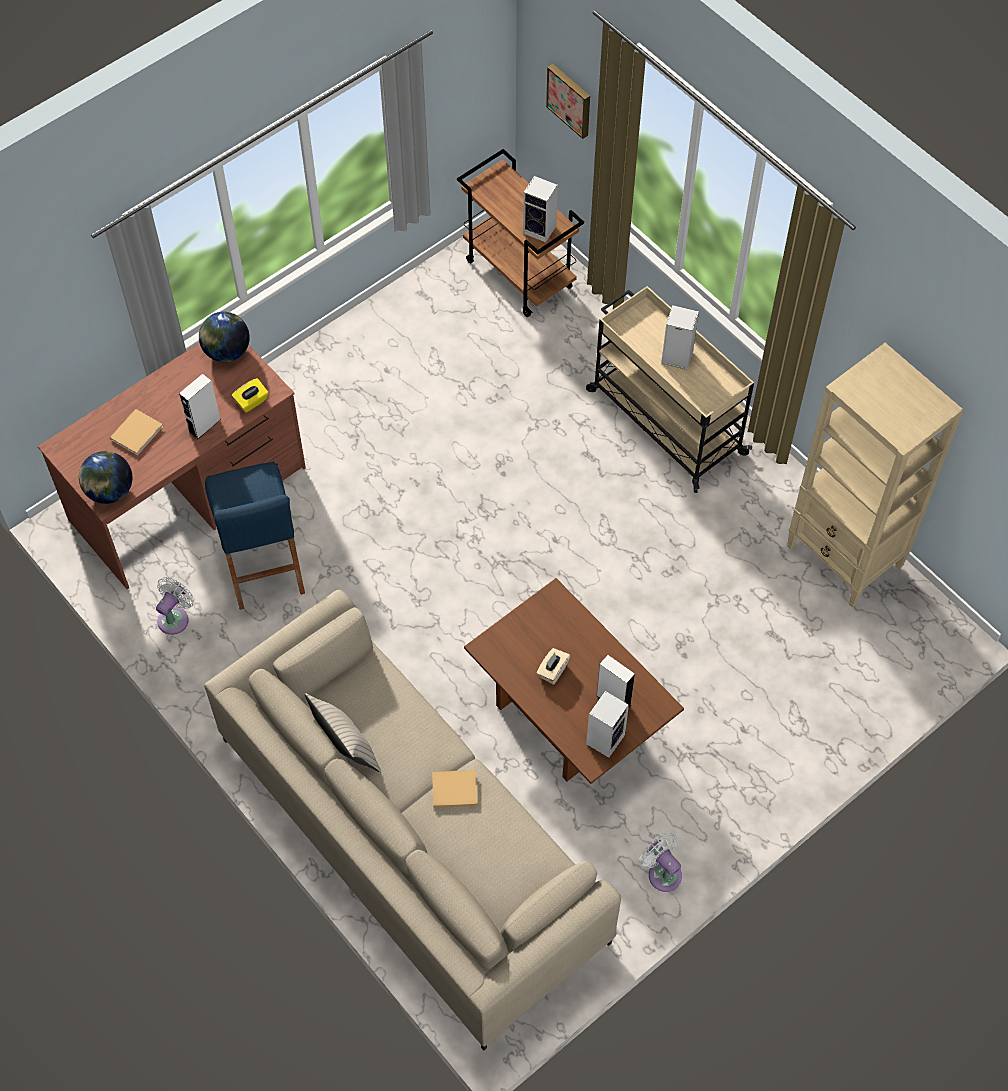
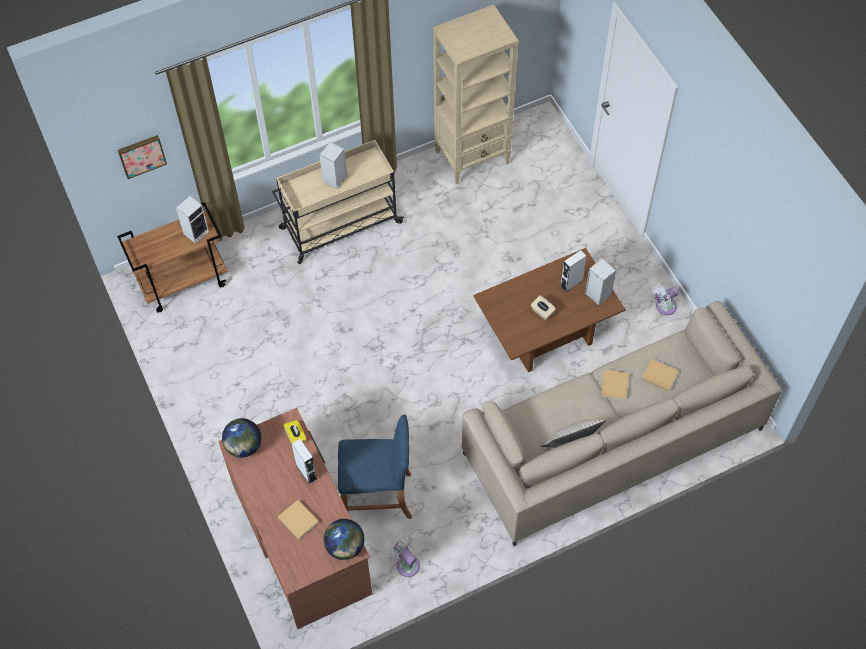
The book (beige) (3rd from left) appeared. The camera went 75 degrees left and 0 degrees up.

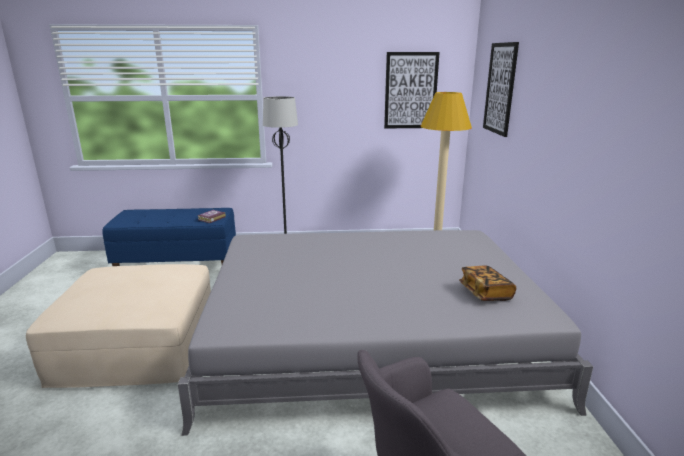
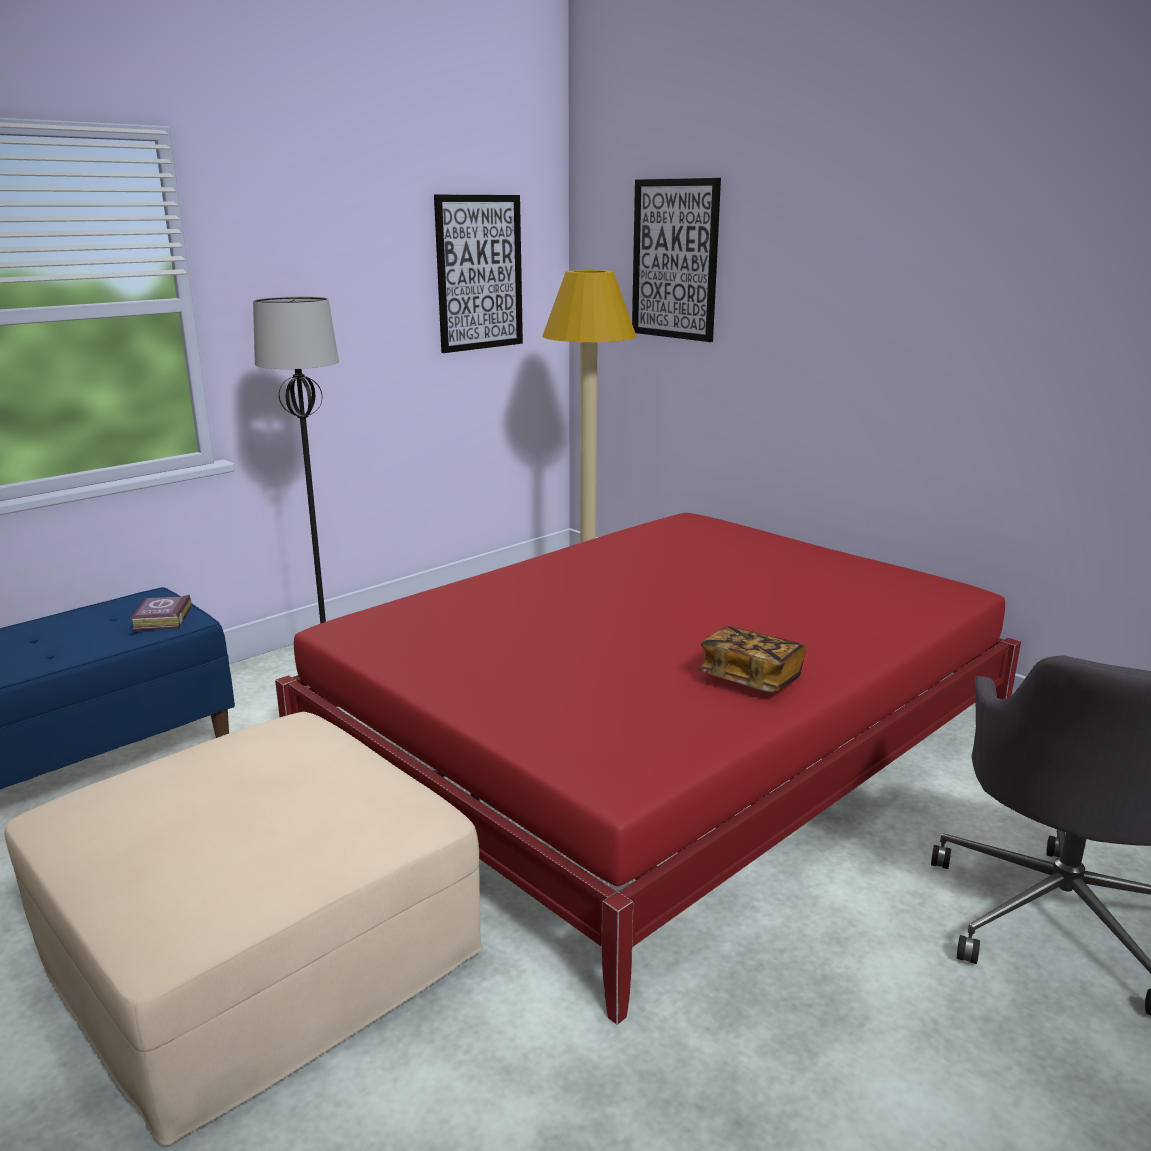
The bed (grey) became the bed (red). The book (2nd from left) moved. The camera went 40 degrees left and 0 degrees up.

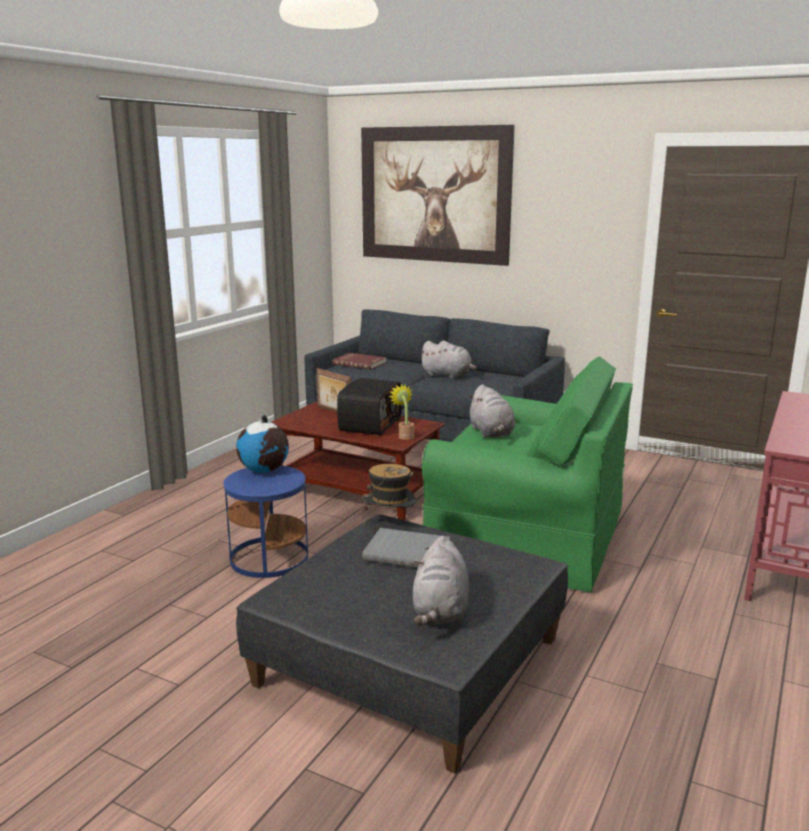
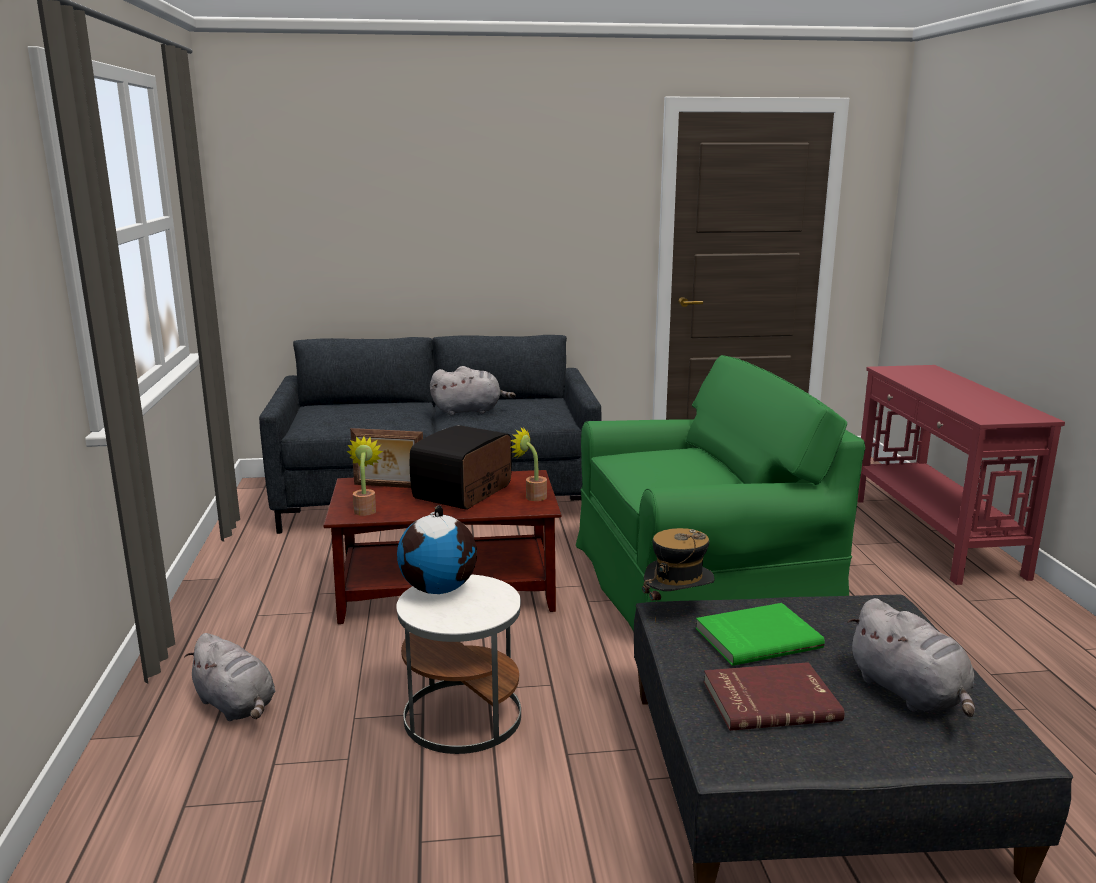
The picture disappeared. The book (red) moved. The radio turned 135 degrees counterclockwise. The plush toy (grey) (3rd from left in the first image) moved. The side table (blue) became the side table (white). The book (grey) became the book (green). The potted plant (1st from left) appeared. The camera went 35 degrees left and 0 degrees up.

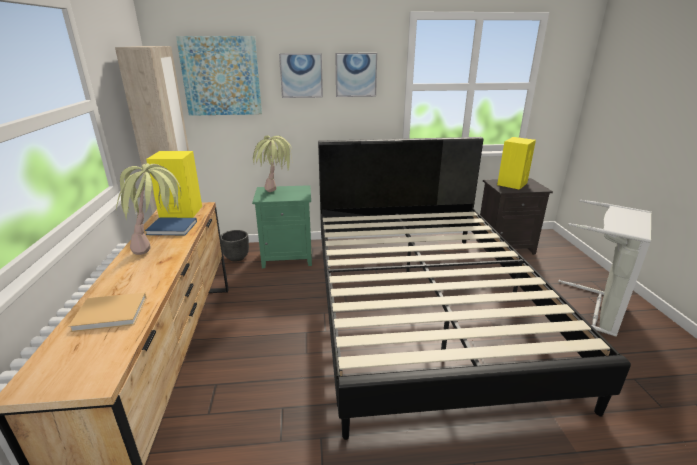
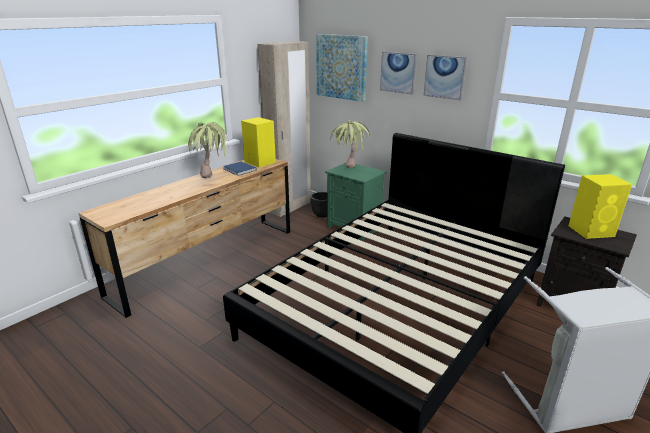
The book (beige) disappeared. The camera went 45 degrees right and 0 degrees up.

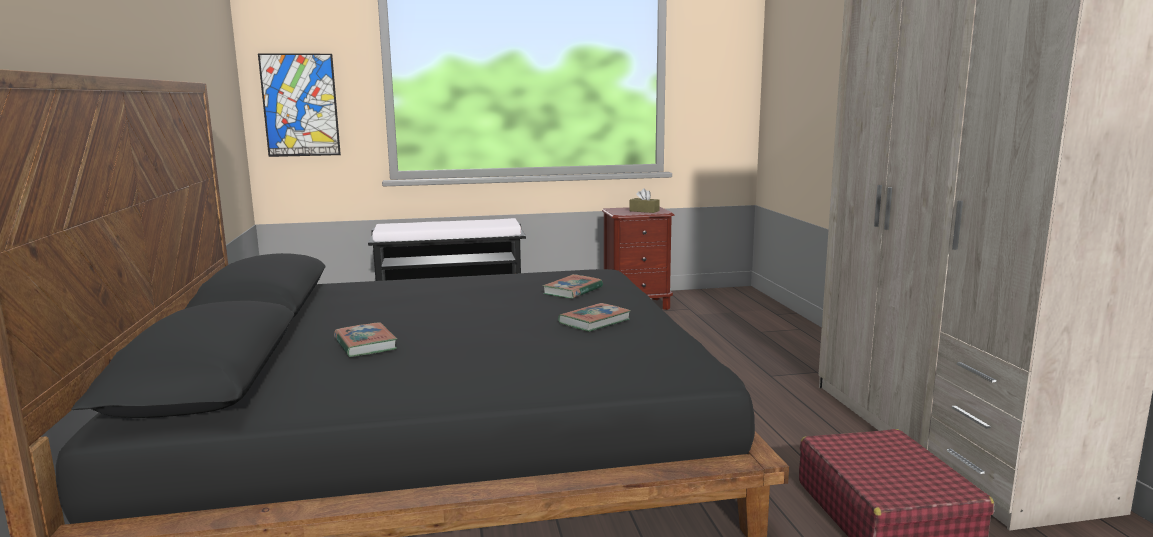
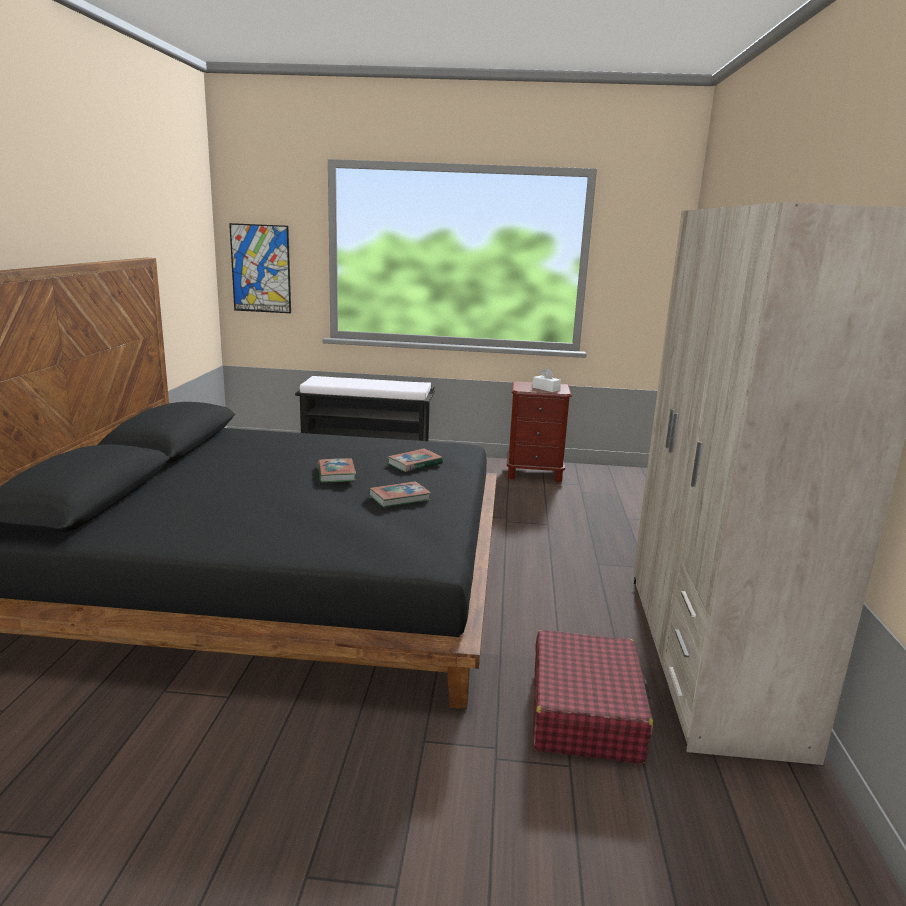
The tissue box (brown) became the tissue box (white). The book (1st from left) moved. The camera went 15 degrees right and 5 degrees up.

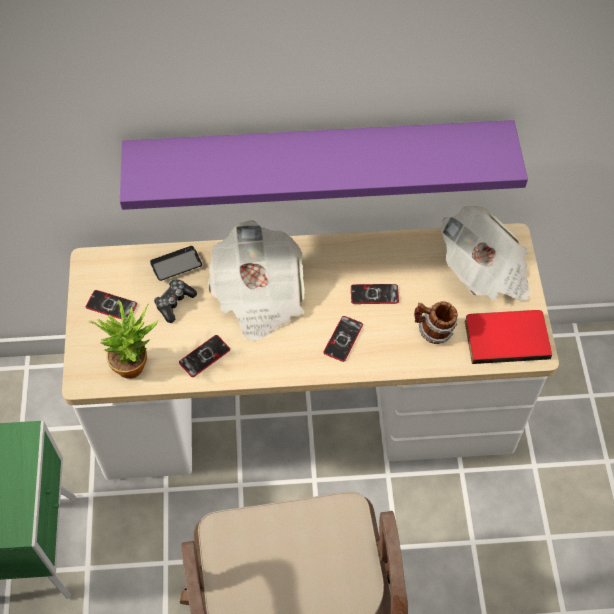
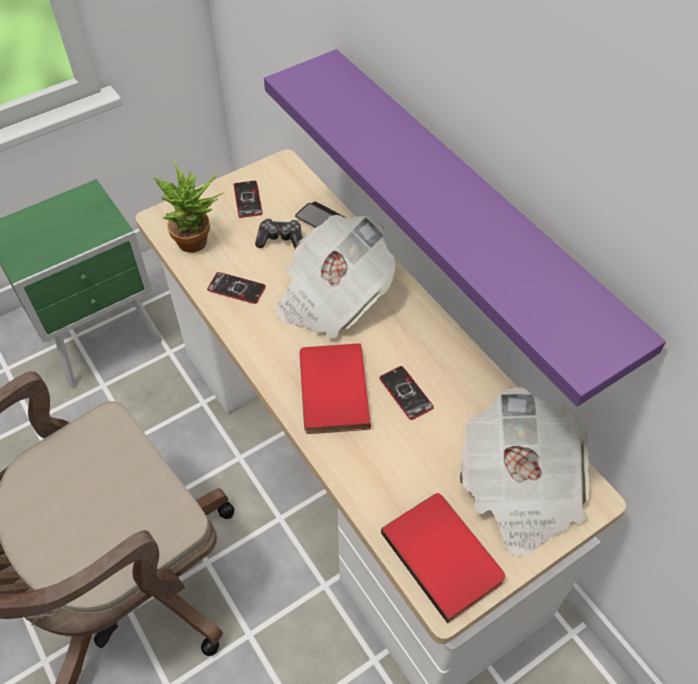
The mug disappeared. The phone (4th from left) was replaced by the book (red) (1st from left). The camera went 60 degrees right and 5 degrees down.

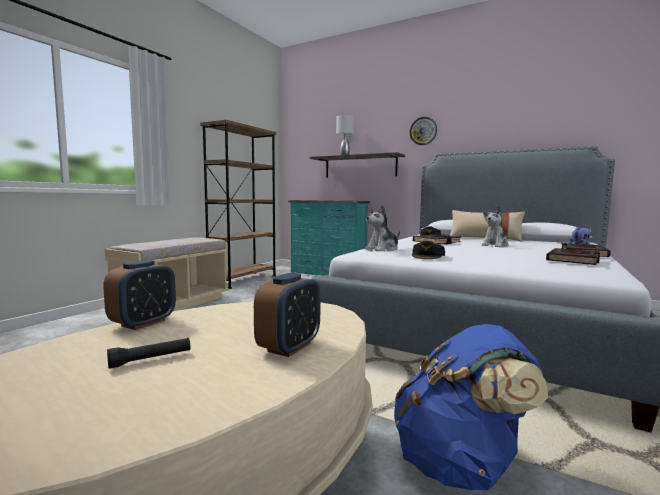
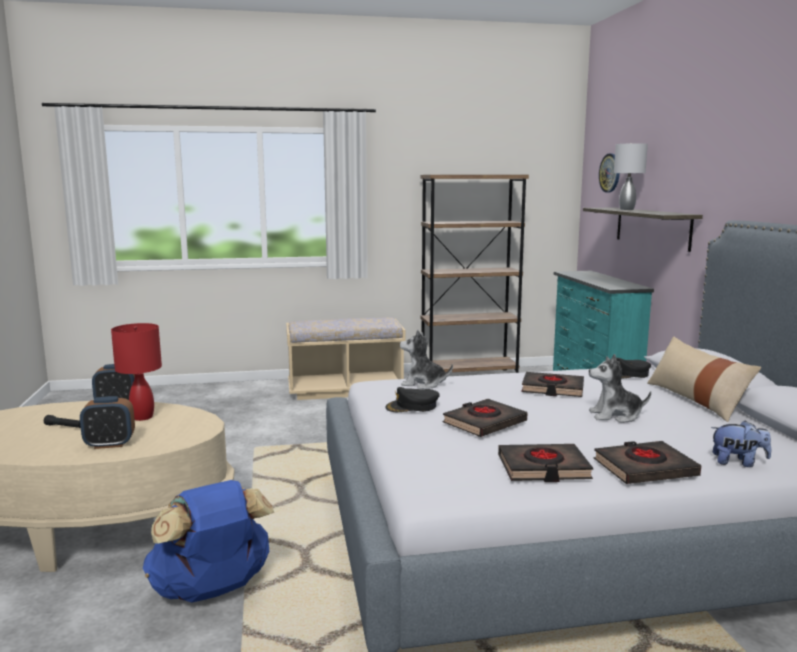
The wall clock moved. The table lamp (red) appeared. The book (black) (1st from left) appeared. The camera went 50 degrees right and 5 degrees up.

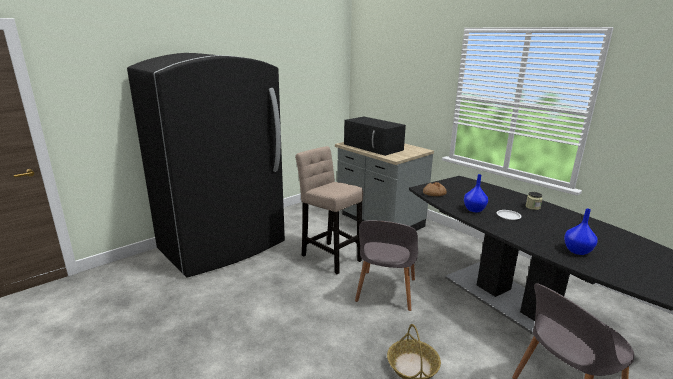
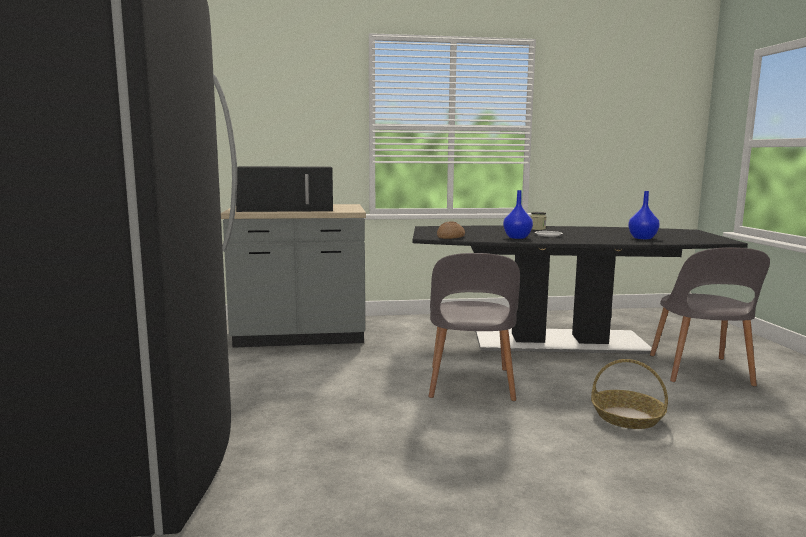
The stool (beige) disappeared. The chair (grey) (1st from left) turned 45 degrees clockwise. The camera went 55 degrees left and 10 degrees down.

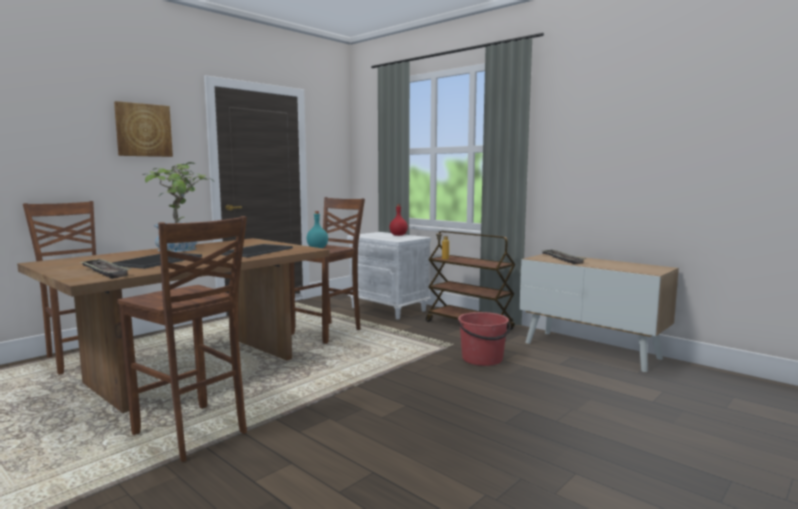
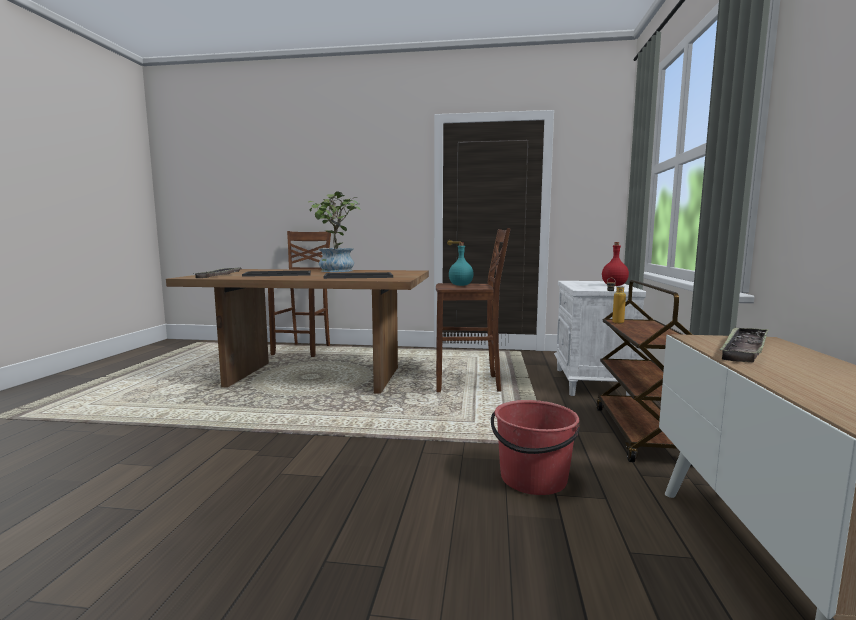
The picture disappeared. The stool (brown) (2nd from left) disappeared. The camera went 55 degrees right and 0 degrees up.

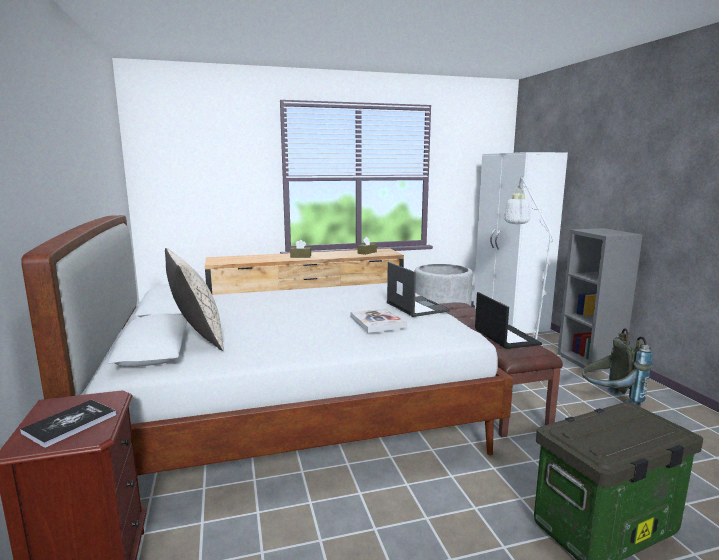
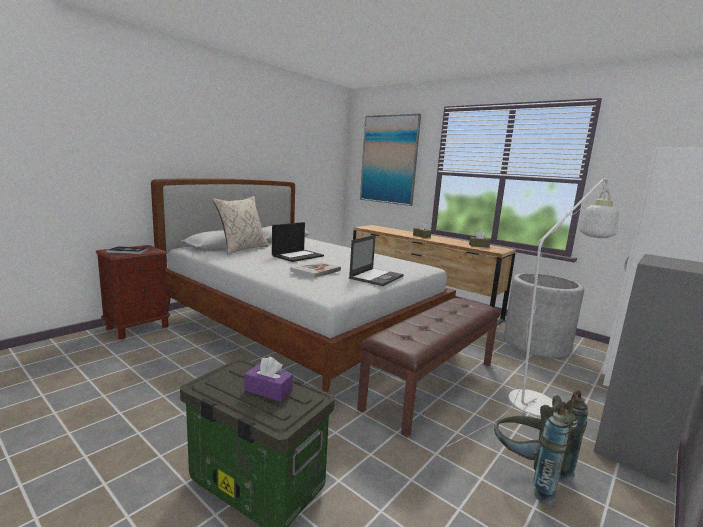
The laptop (2nd from left in the first image) moved. The picture appeared. The tissue box (purple) appeared. The camera went 55 degrees right and 0 degrees up.

